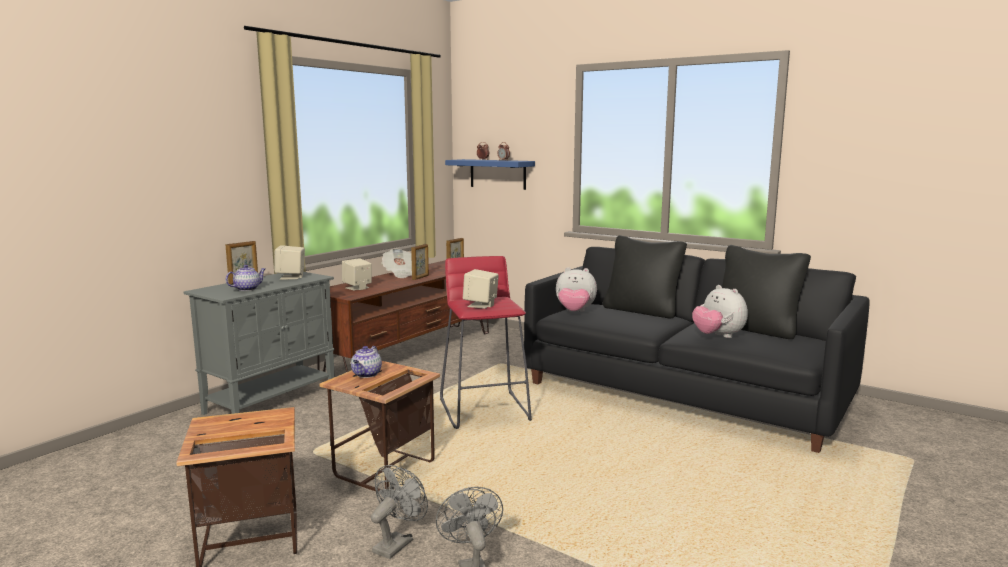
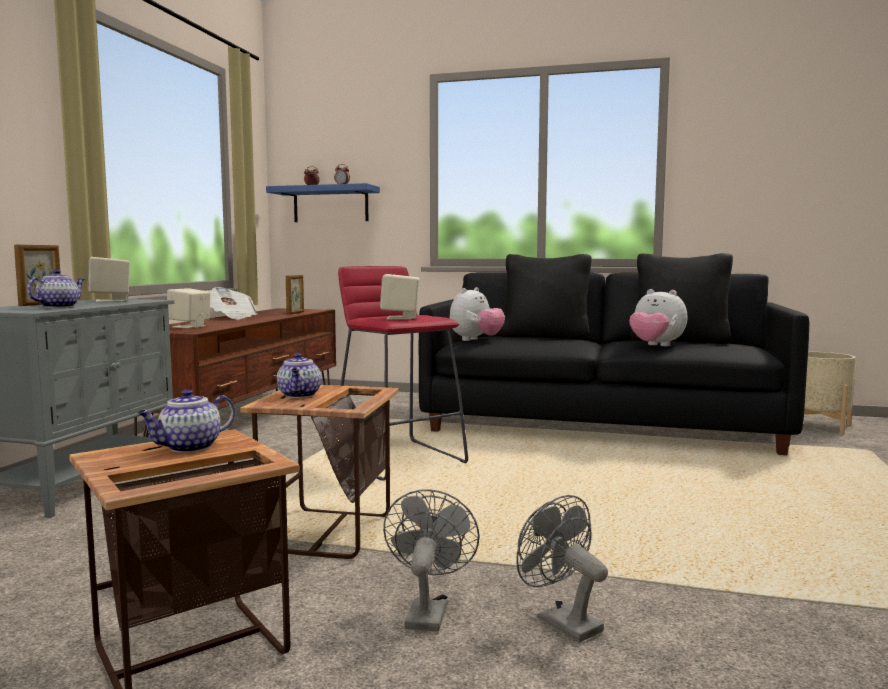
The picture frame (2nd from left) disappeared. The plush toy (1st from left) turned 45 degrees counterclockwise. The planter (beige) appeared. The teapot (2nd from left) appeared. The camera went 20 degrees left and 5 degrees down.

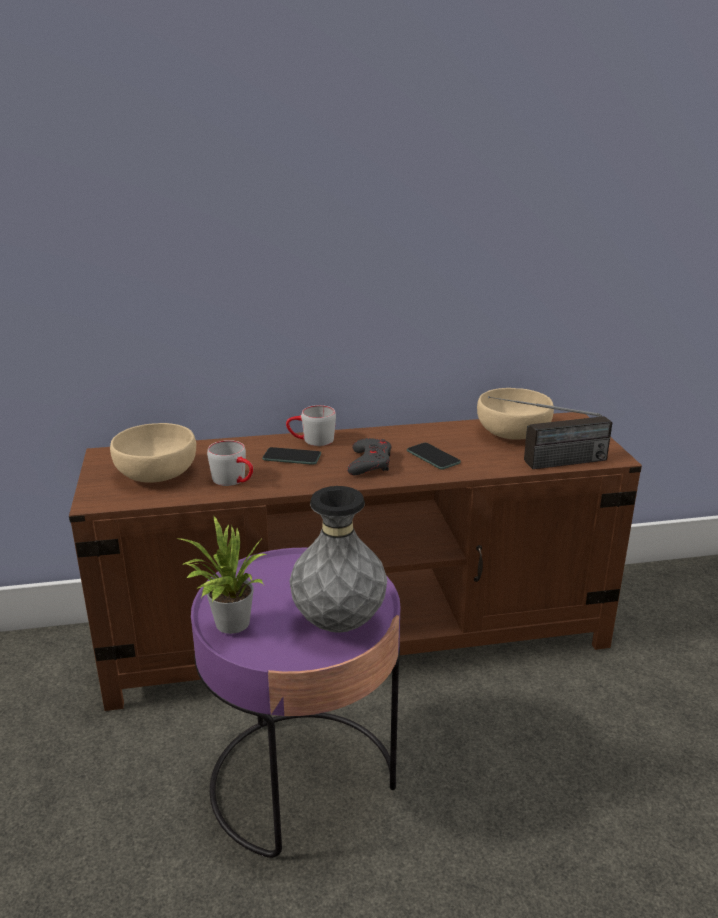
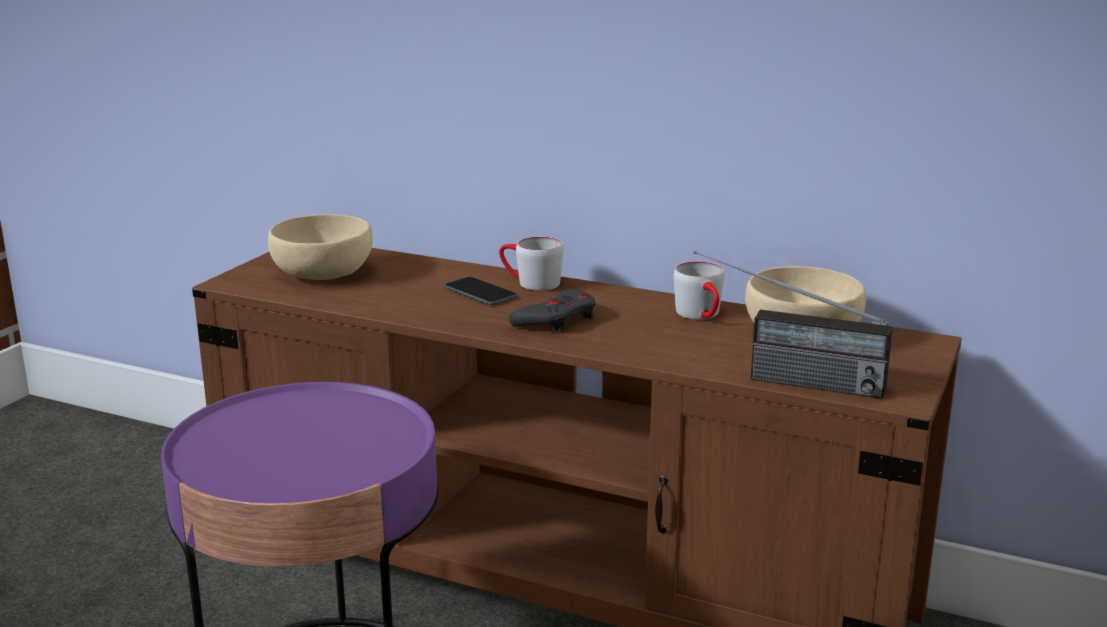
The mug (grey) (1st from left in the first image) moved. The phone (2nd from left) disappeared. The vase (grey) disappeared. The potted plant disappeared. The camera went 35 degrees right and 5 degrees down.

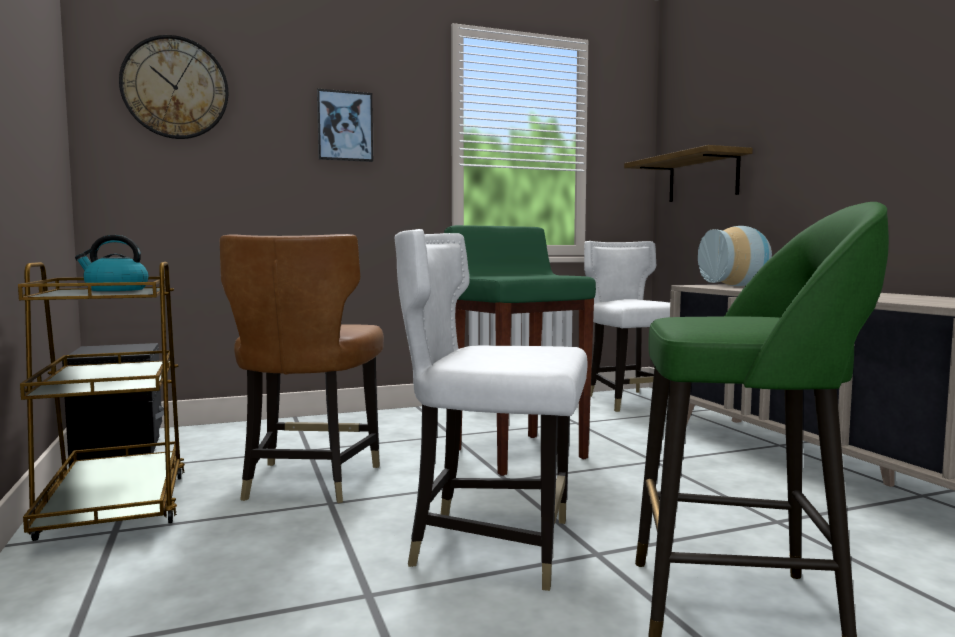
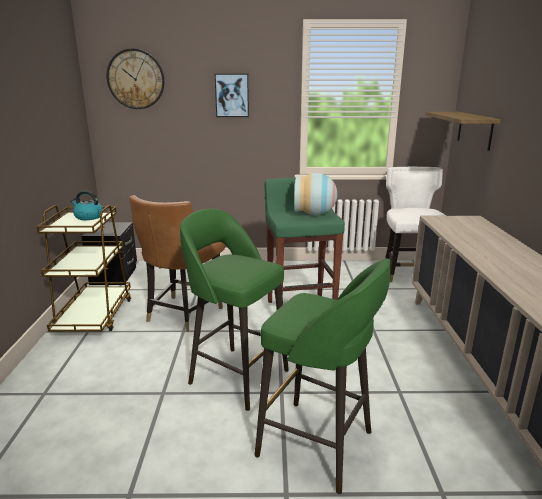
The vase moved. The chair (white) (1st from left) was replaced by the stool (green) (1st from left). The camera went 20 degrees right and 15 degrees up.

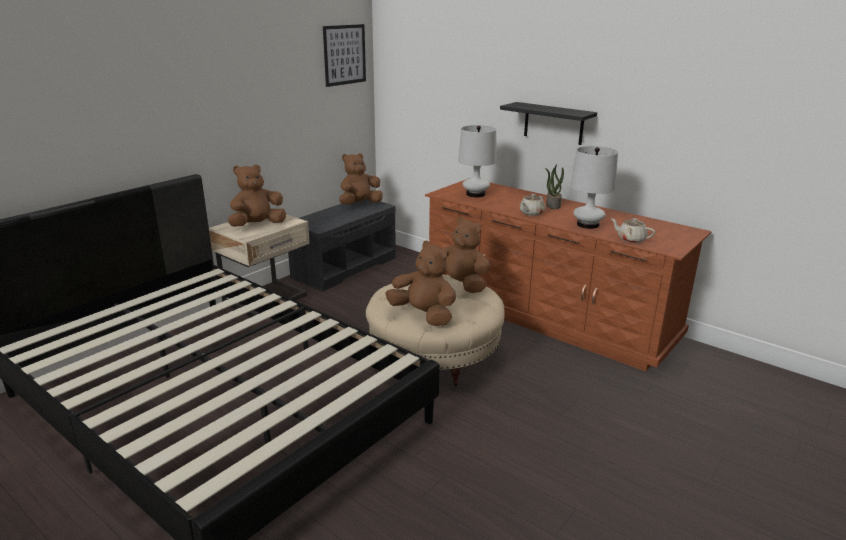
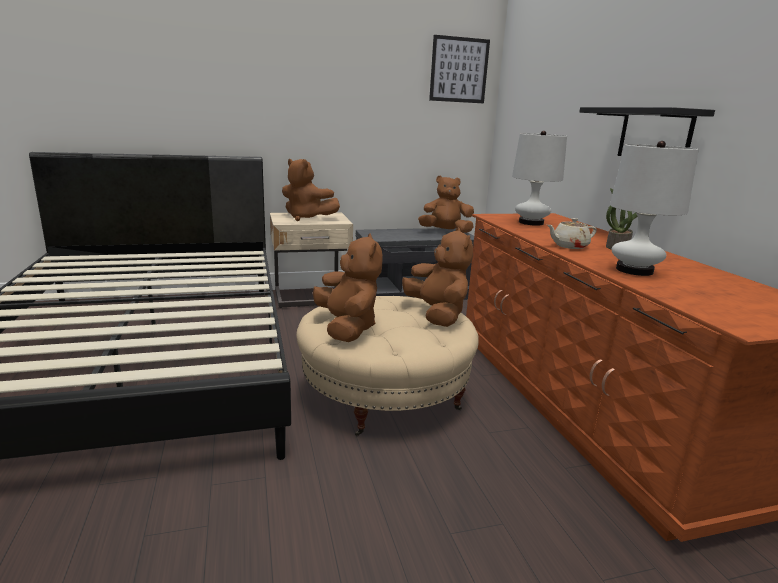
The plush toy (brown) (1st from left) turned 150 degrees counterclockwise. The teapot (beige) (2nd from left) disappeared. The camera went 35 degrees right and 5 degrees down.

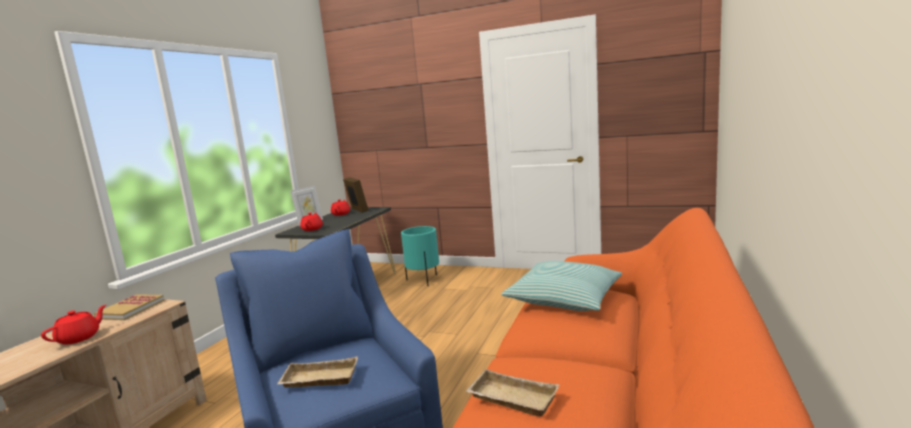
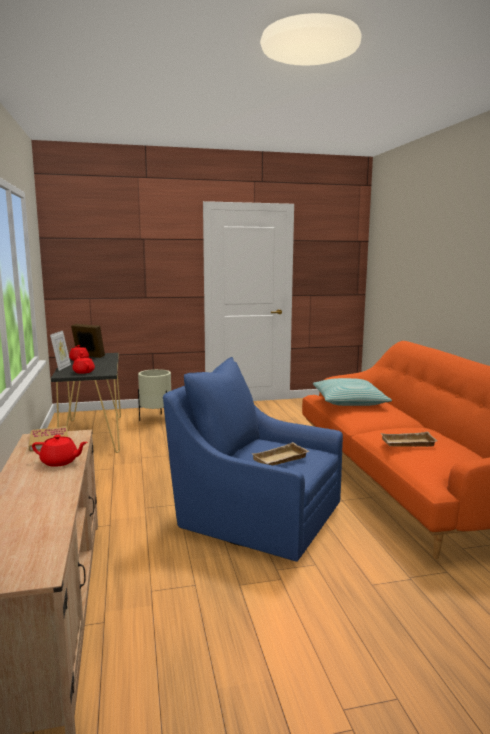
The planter (turquoise) became the planter (beige). The teapot (red) (1st from left) turned 105 degrees clockwise. The camera went 35 degrees left and 0 degrees up.

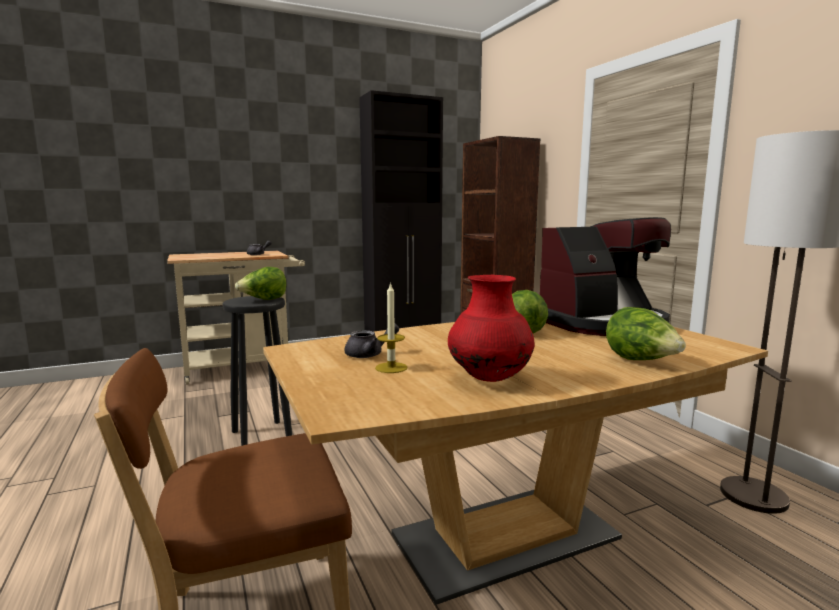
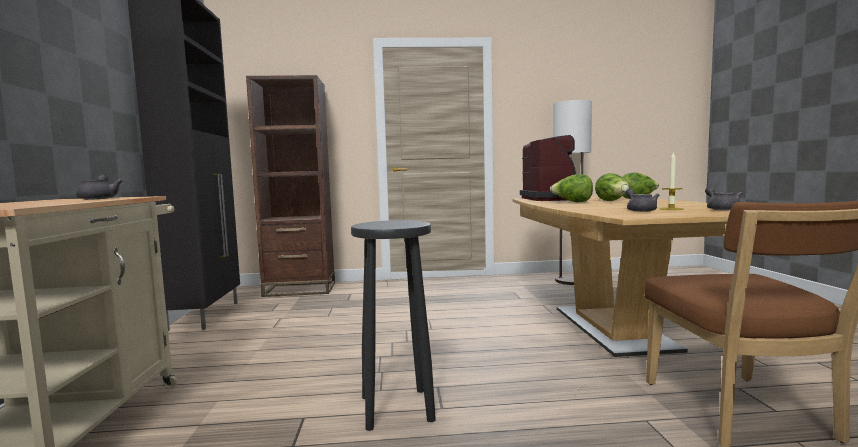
The lettuce (1st from left in the first image) moved. The vase (red) disappeared. The teapot (grey) (3rd from left) appeared. The camera went 70 degrees left and 5 degrees down.

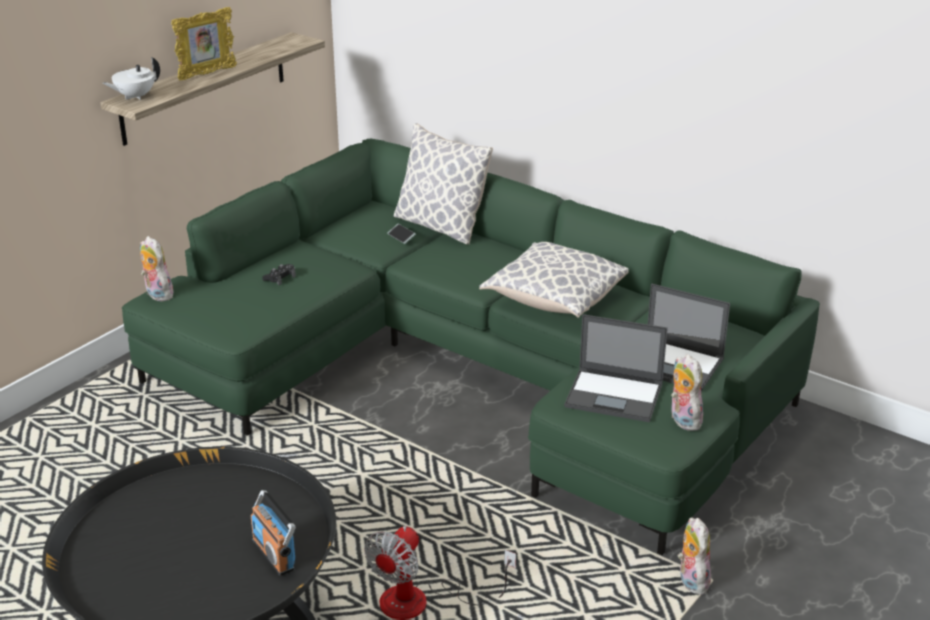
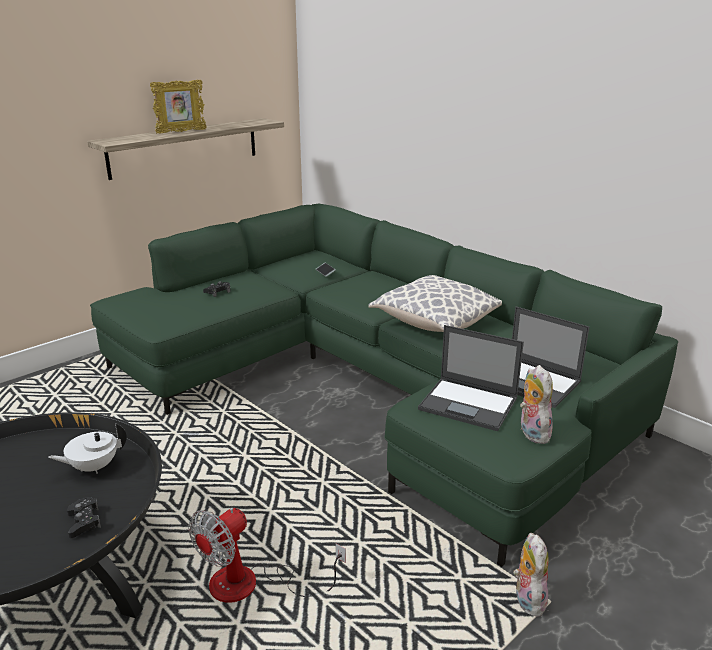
The teapot (white) moved. The pillow (1st from left) disappeared. The plush toy (1st from left) disappeared. The radio was replaced by the game controller (black) (1st from left). The camera went 10 degrees right and 5 degrees down.

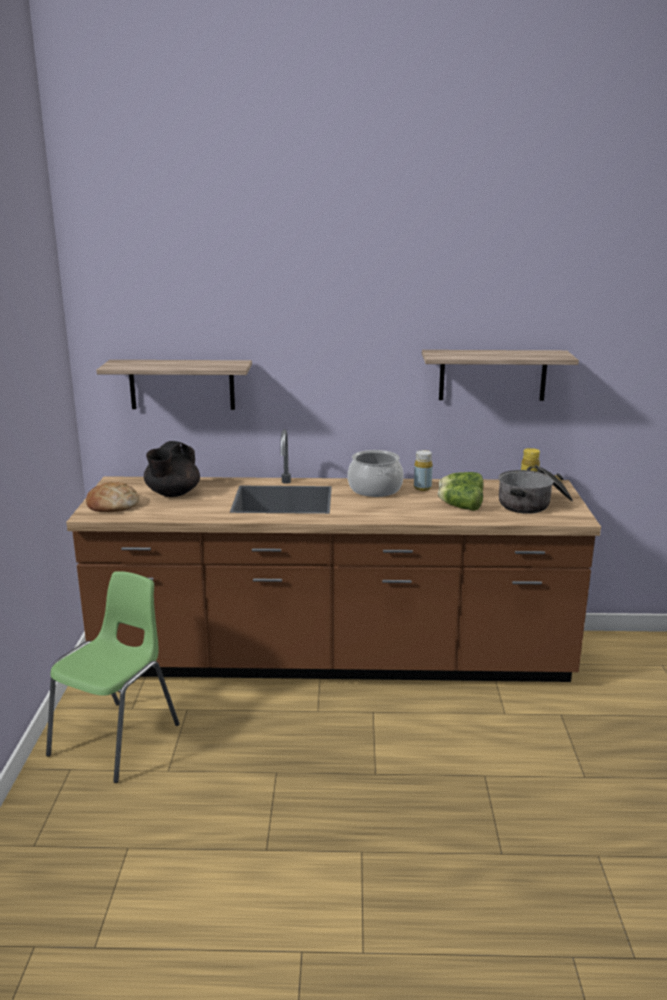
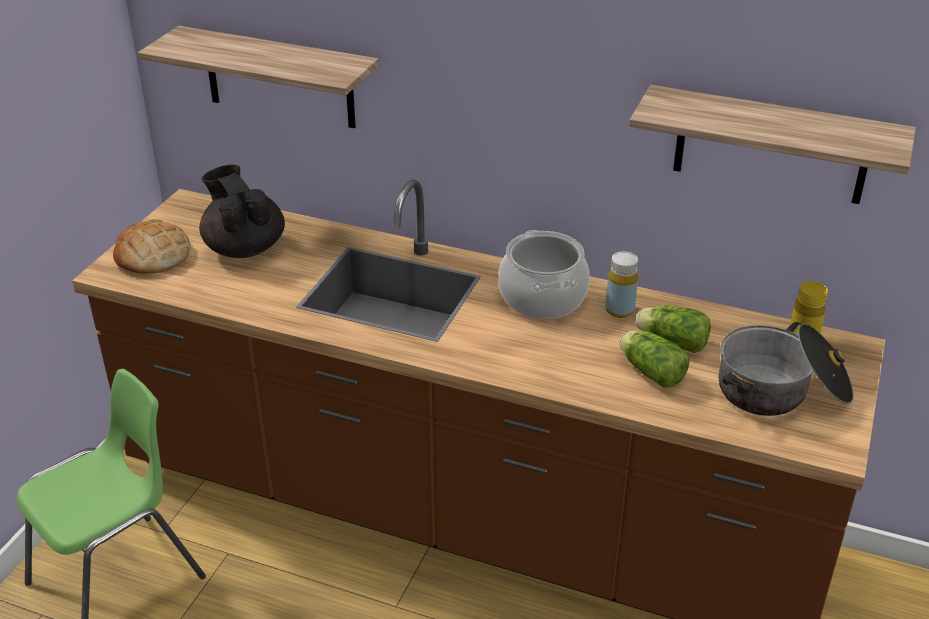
The teapot (black) turned 105 degrees clockwise. The camera went 20 degrees right and 15 degrees up.

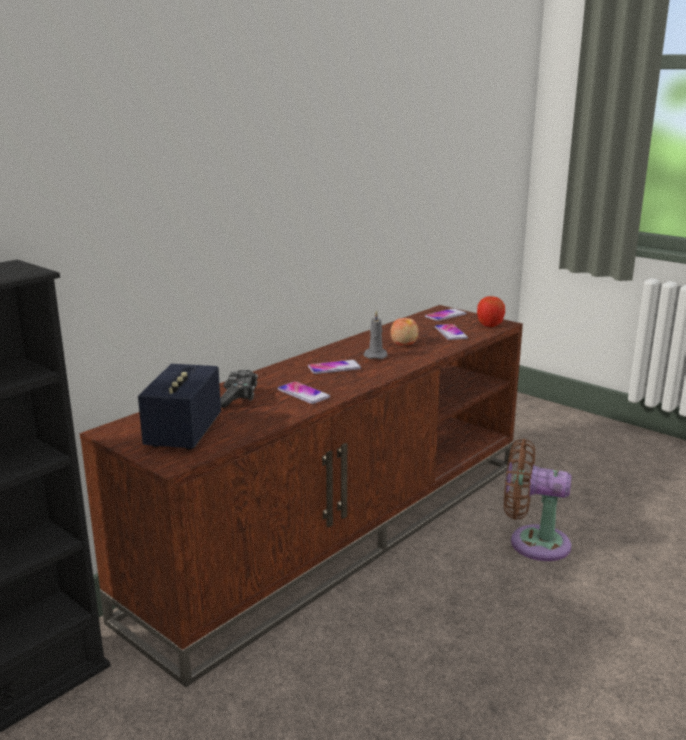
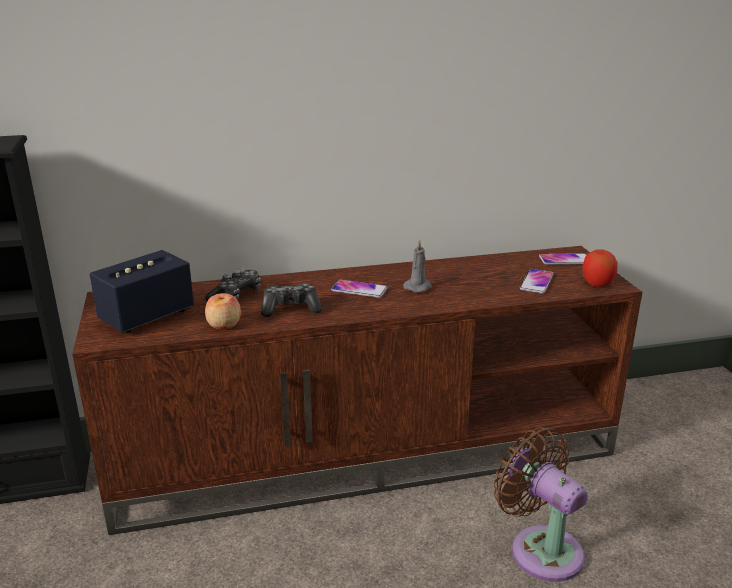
The apple (1st from left) moved. The phone (1st from left) was replaced by the game controller (2nd from left). The camera went 35 degrees right and 5 degrees up.

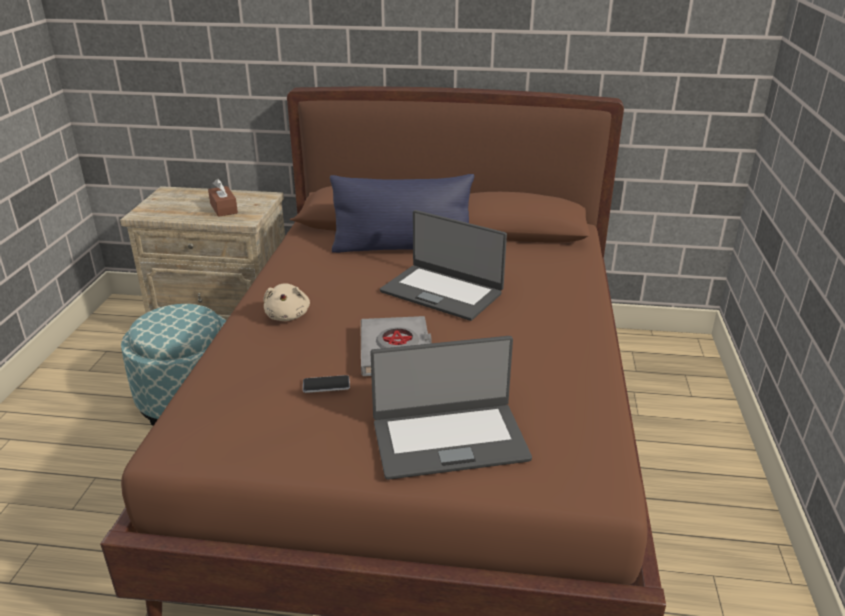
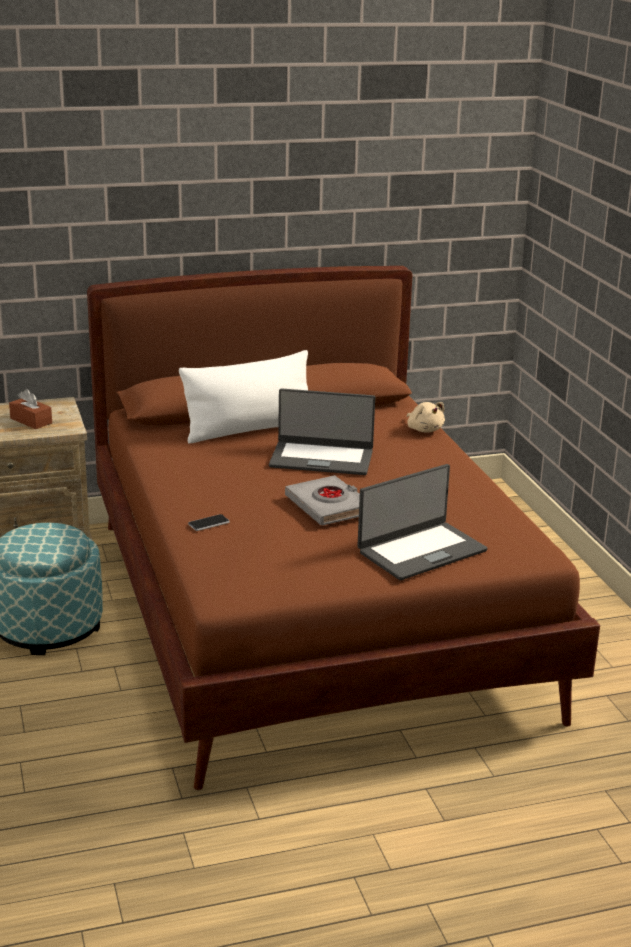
The pillow (blue) became the pillow (white). The plush toy (beige) moved. The phone moved. The camera went 25 degrees left and 5 degrees down.

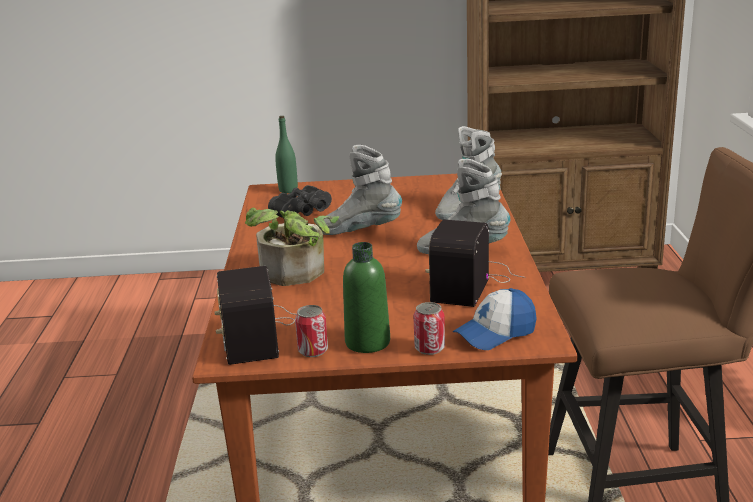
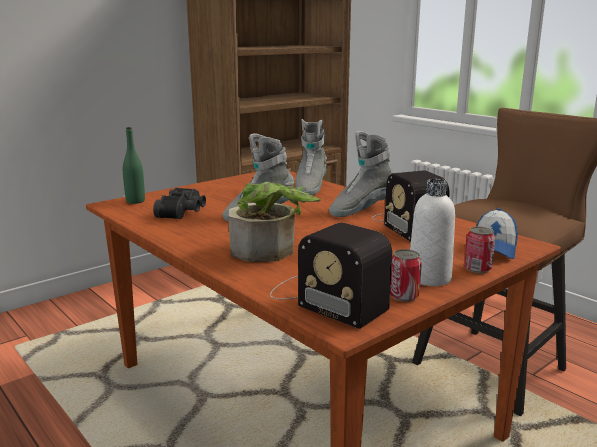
The bottle (green) (2nd from left) became the bottle (white). The camera went 40 degrees left and 5 degrees down.

